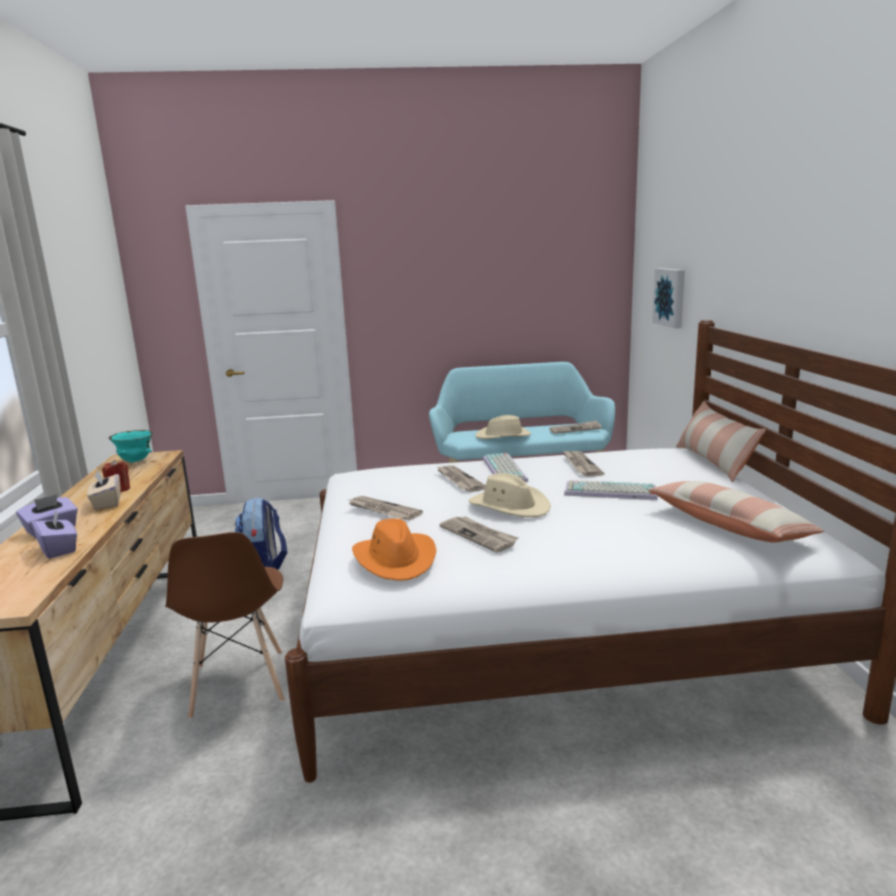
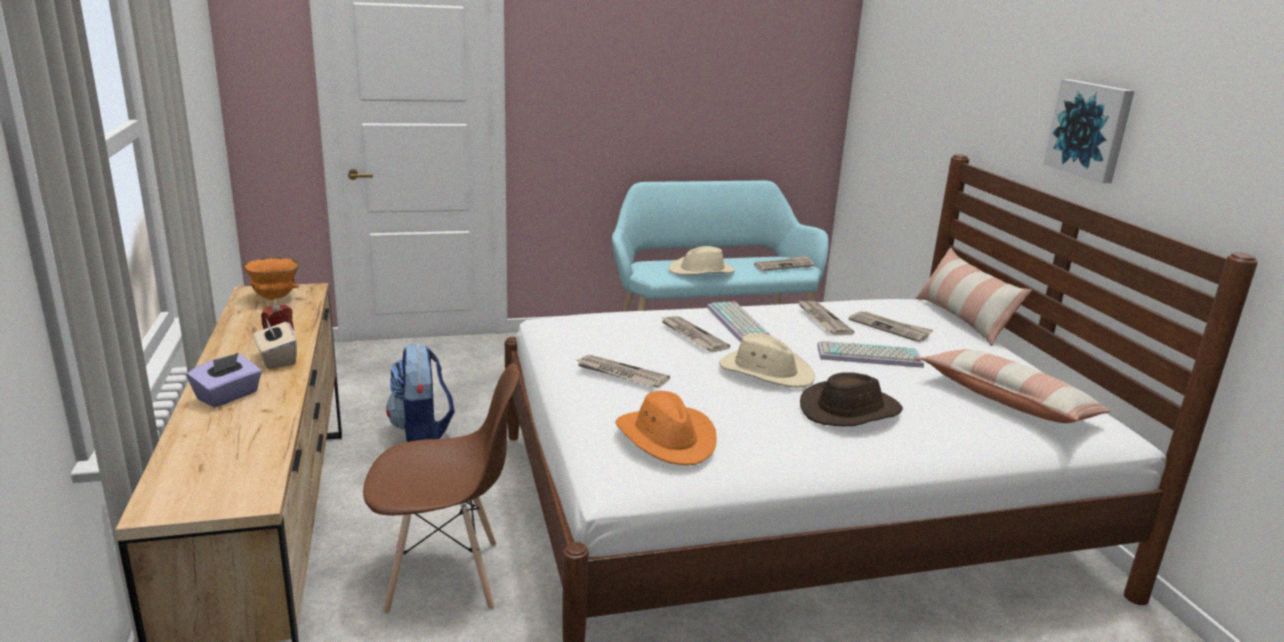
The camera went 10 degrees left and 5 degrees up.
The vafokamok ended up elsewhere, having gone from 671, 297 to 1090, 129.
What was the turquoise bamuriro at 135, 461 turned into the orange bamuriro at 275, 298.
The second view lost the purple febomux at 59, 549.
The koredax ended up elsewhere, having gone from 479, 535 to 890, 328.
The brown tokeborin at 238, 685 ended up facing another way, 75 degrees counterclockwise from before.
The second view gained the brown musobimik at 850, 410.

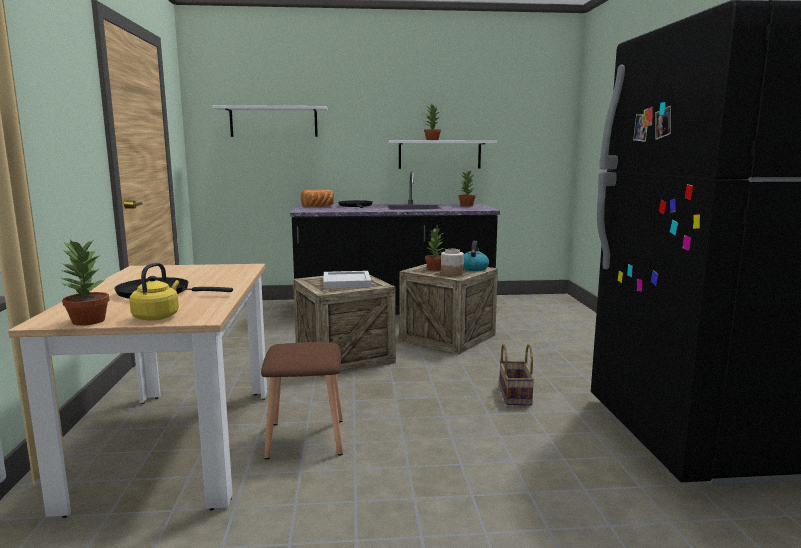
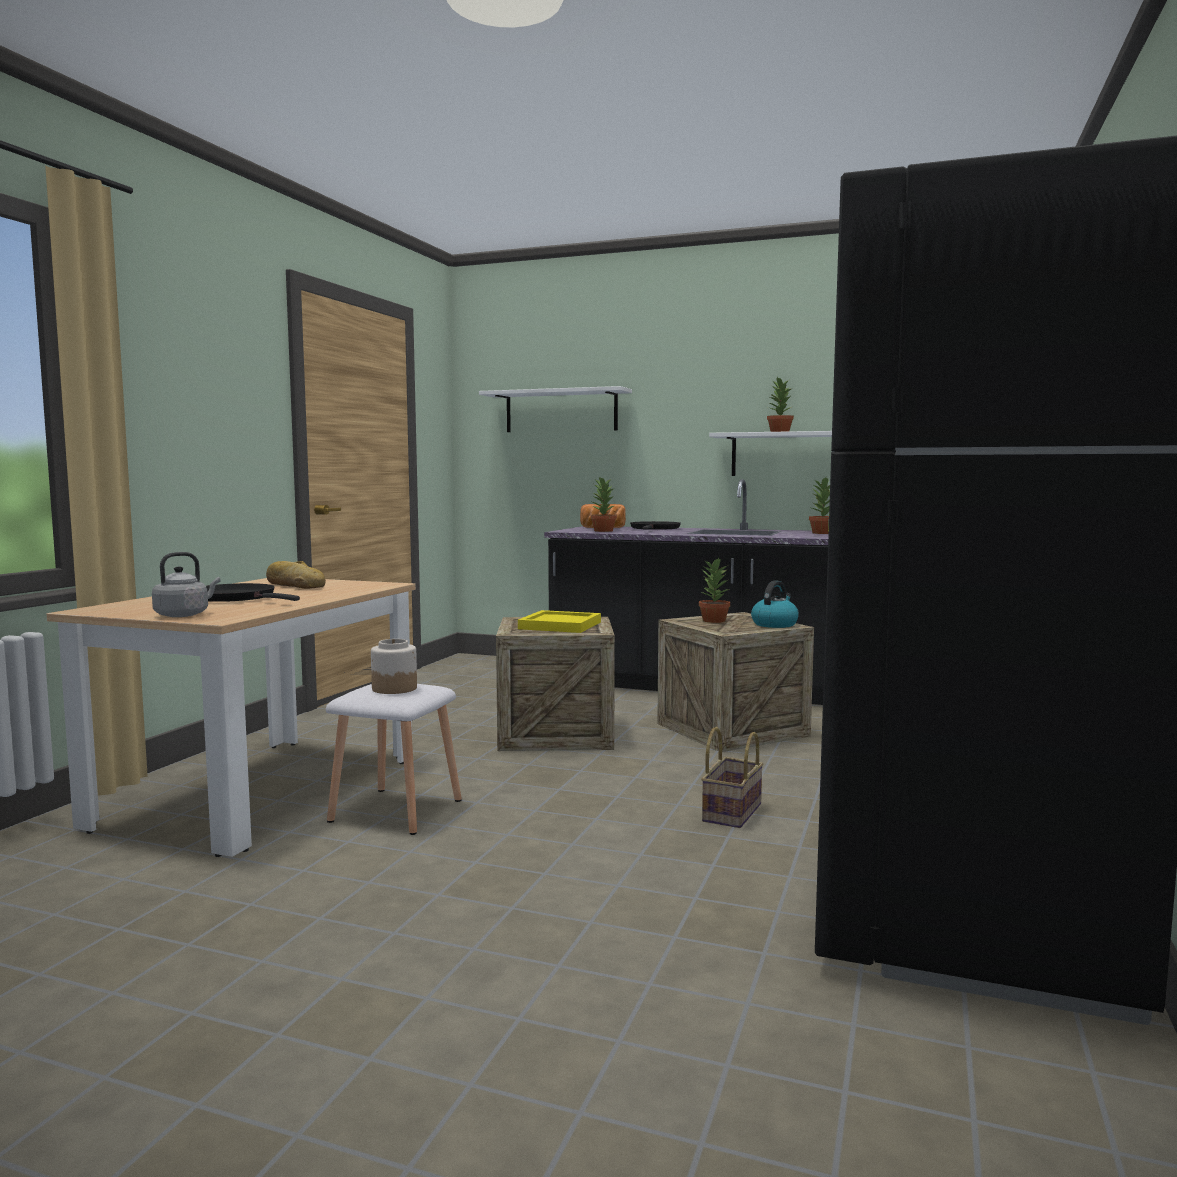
The camera went 25 degrees right and 5 degrees down.
The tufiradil ended up elsewhere, having gone from 87, 321 to 603, 531.
The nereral ended up elsewhere, having gone from 451, 274 to 394, 688.
What was the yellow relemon at 157, 316 turned into the grey relemon at 184, 615.
What was the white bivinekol at 347, 282 turned into the yellow bivinekol at 561, 625.
What was the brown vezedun at 306, 439 turned into the white vezedun at 396, 811.
The second view gained the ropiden at 295, 585.

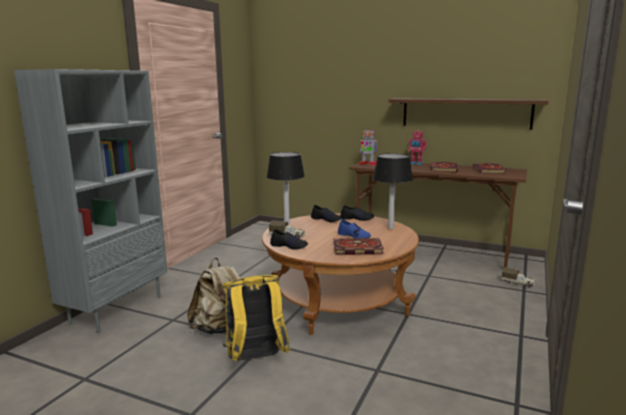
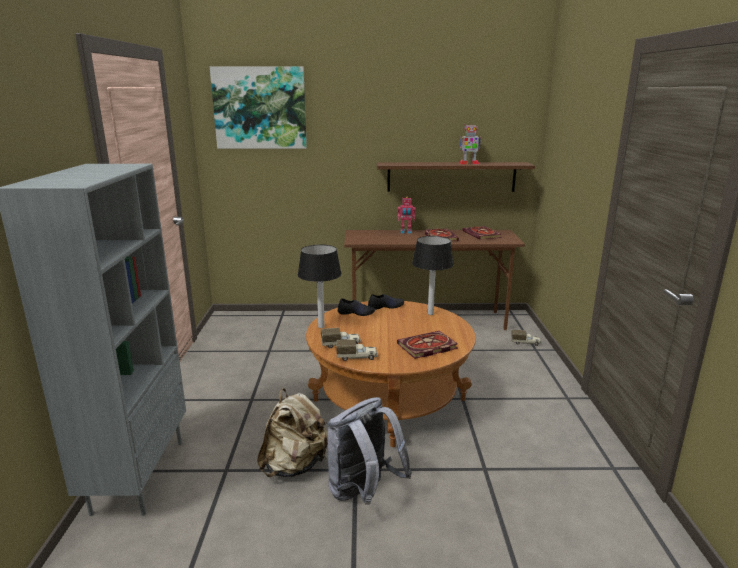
The camera went 25 degrees left and 5 degrees up.
The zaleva ended up elsewhere, having gone from 367, 164 to 468, 163.
The second view lost the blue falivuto at 354, 236.
Where the black falivuto stood at 289, 246, the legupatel came to stand at 357, 357.
What was the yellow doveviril at 256, 359 turned into the grey doveviril at 363, 493.
The second view gained the vafokamok at 260, 108.

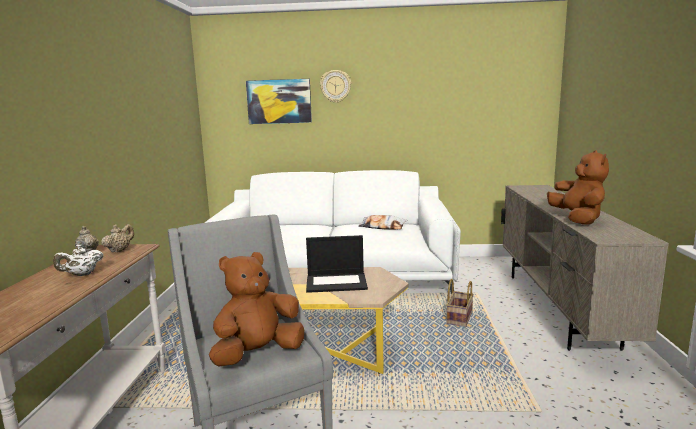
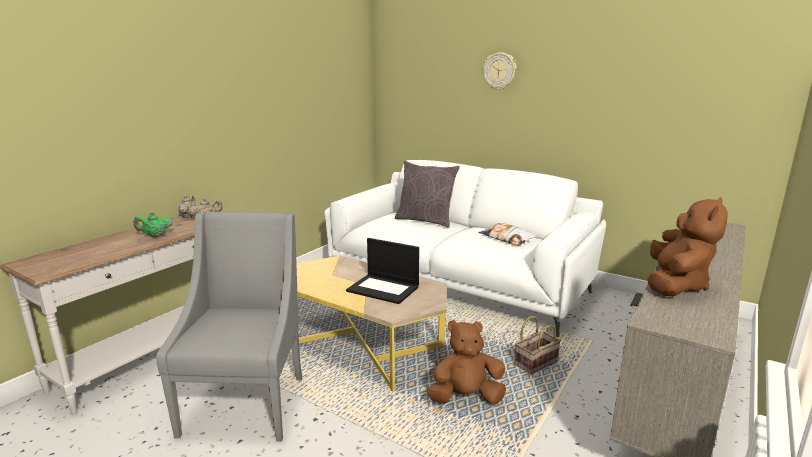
The camera went 30 degrees right and 5 degrees up.
The second view lost the vafokamok at 279, 101.
What was the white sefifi at 82, 275 turned into the green sefifi at 155, 236.
The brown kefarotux ended up elsewhere, having gone from 258, 354 to 466, 398.
The second view gained the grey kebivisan at 425, 220.

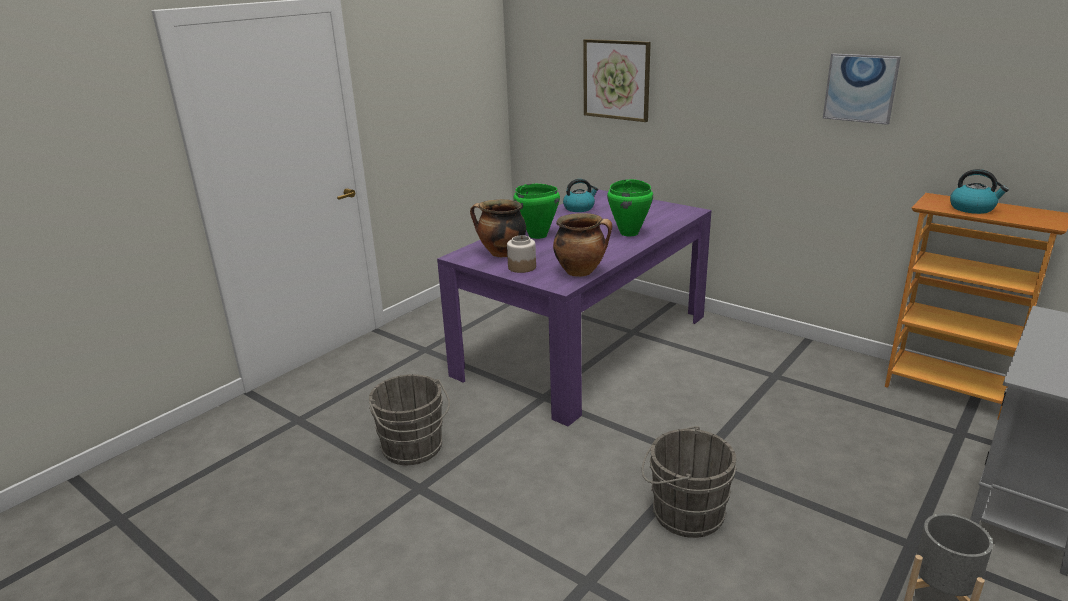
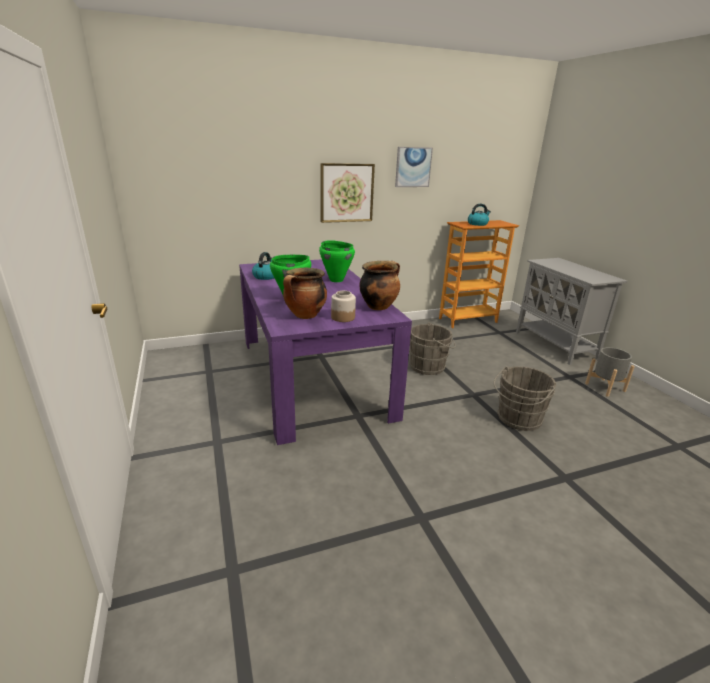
The camera went 60 degrees left and 0 degrees up.
The vafokamok ended up elsewhere, having gone from 616, 79 to 346, 193.
The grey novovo ended up elsewhere, having gone from 413, 449 to 429, 366.

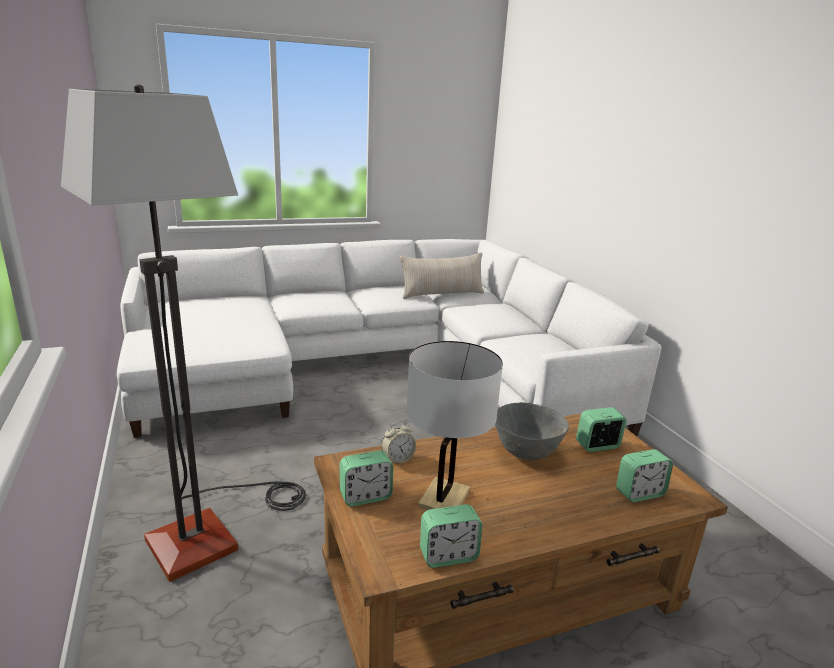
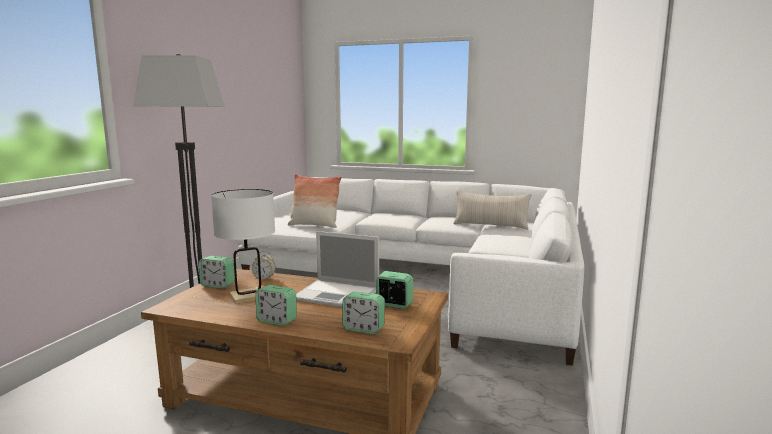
The camera went 40 degrees right and 10 degrees down.
Where the grey bamuriro stood at 526, 453, the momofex came to stand at 338, 294.
The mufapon ended up elsewhere, having gone from 448, 555 to 277, 321.
The second view gained the kebivisan at 314, 225.

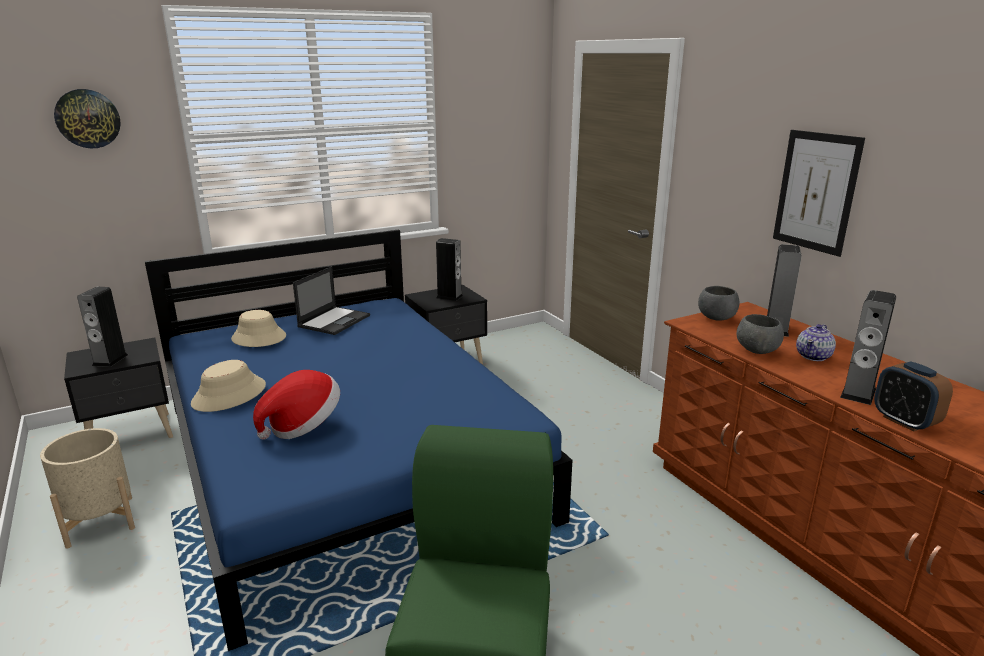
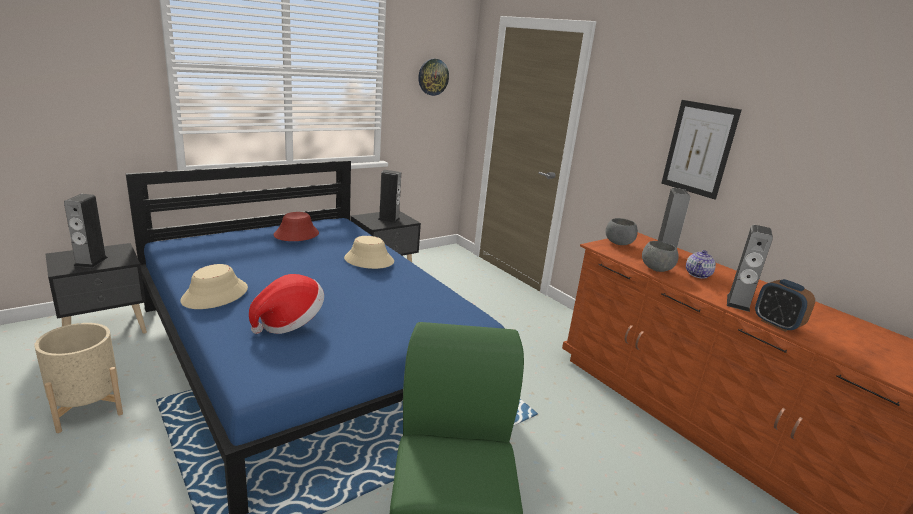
The camera went 10 degrees left and 0 degrees up.
The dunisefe ended up elsewhere, having gone from 88, 118 to 433, 77.
Where the momofex stood at 334, 321, the red musobimik came to stand at 296, 234.
The beige musobimik ended up elsewhere, having gone from 258, 338 to 369, 260.

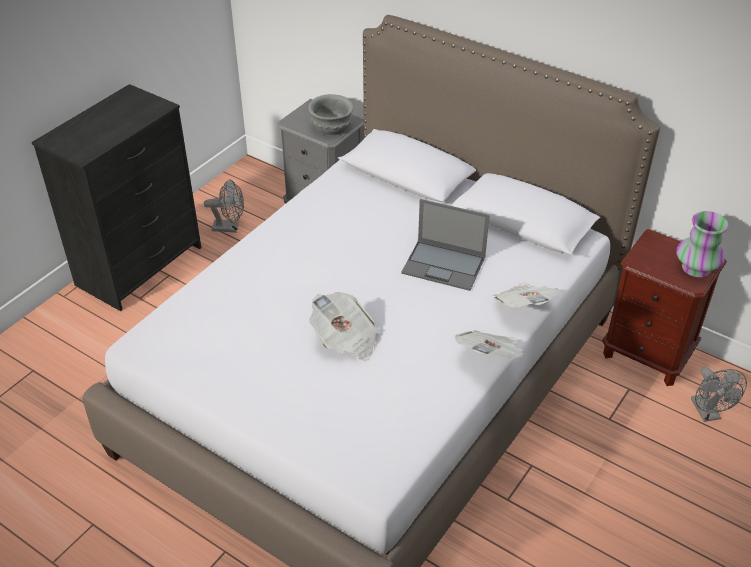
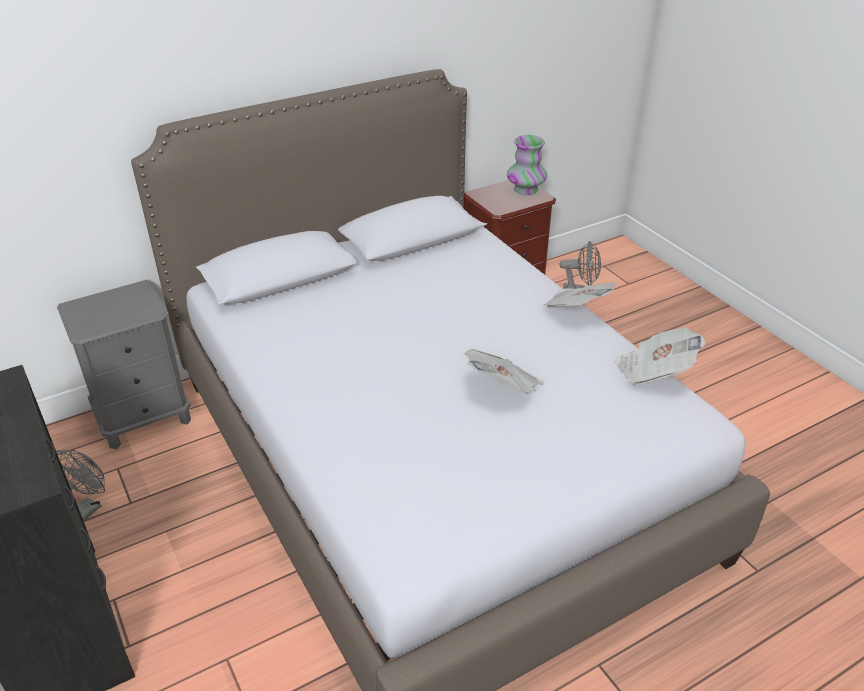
The camera went 65 degrees left and 5 degrees down.
The second view lost the grey bamuriro at 332, 127.
The second view lost the momofex at 444, 265.
The koredax ended up elsewhere, having gone from 524, 307 to 654, 372.

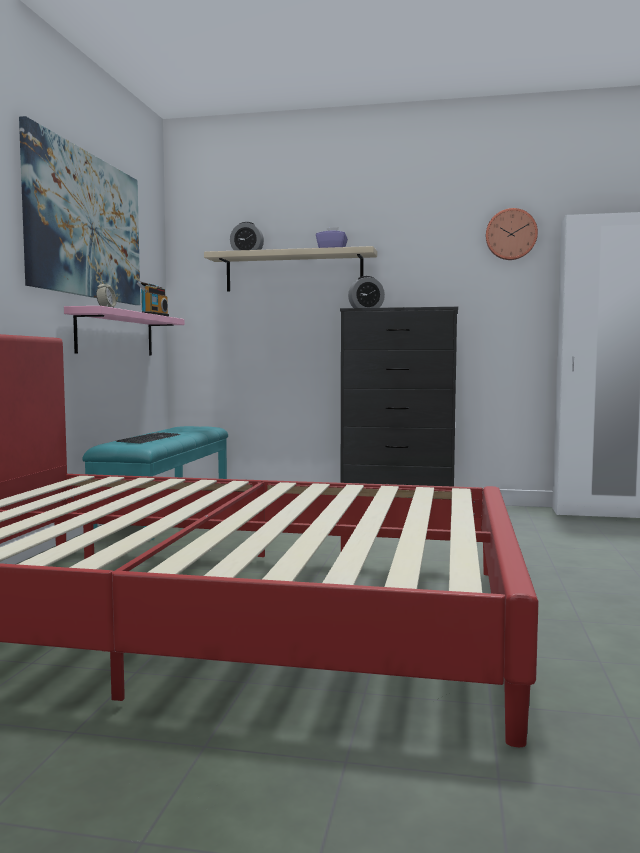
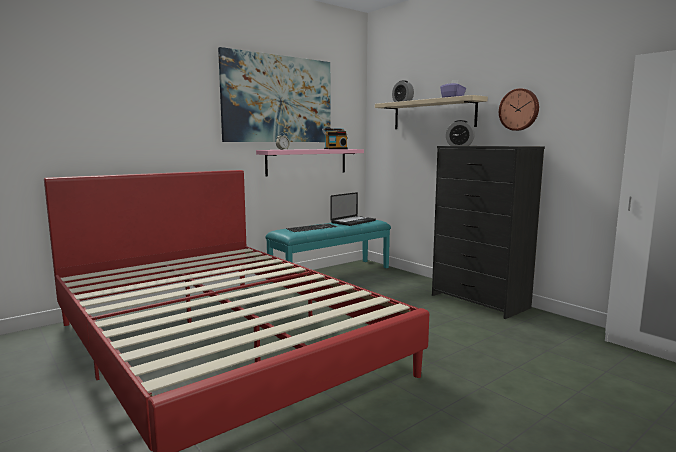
The camera went 40 degrees right and 5 degrees up.
The dunisefe ended up elsewhere, having gone from 511, 234 to 519, 109.
The second view gained the momofex at 353, 222.

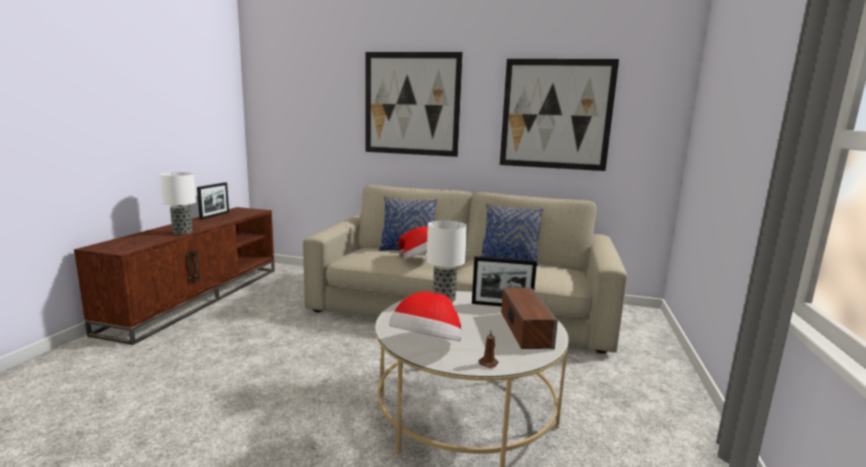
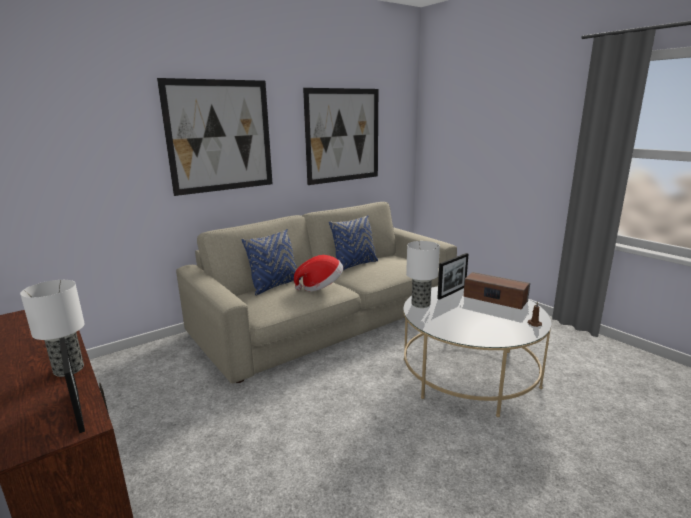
The camera went 50 degrees left and 5 degrees up.
The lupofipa ended up elsewhere, having gone from 214, 215 to 78, 410.
The second view lost the musobimik at 426, 347.

